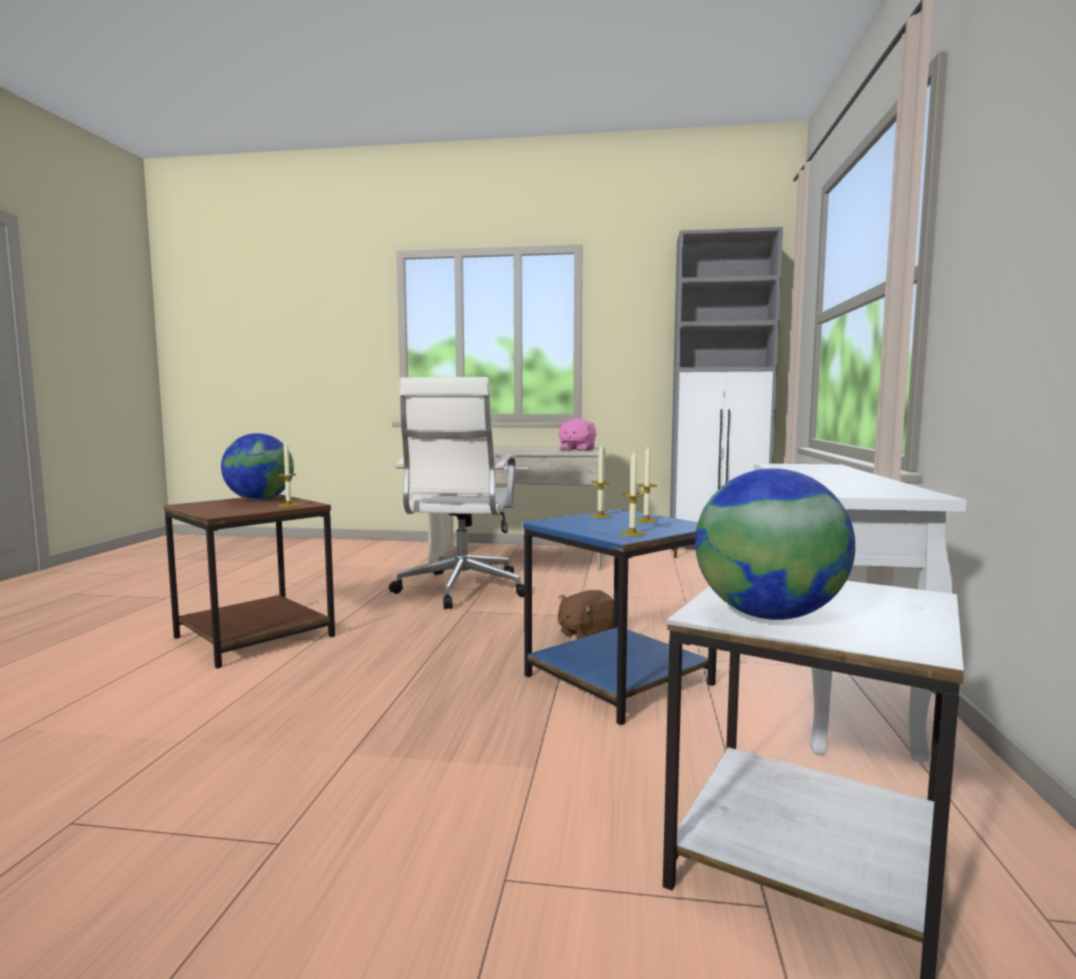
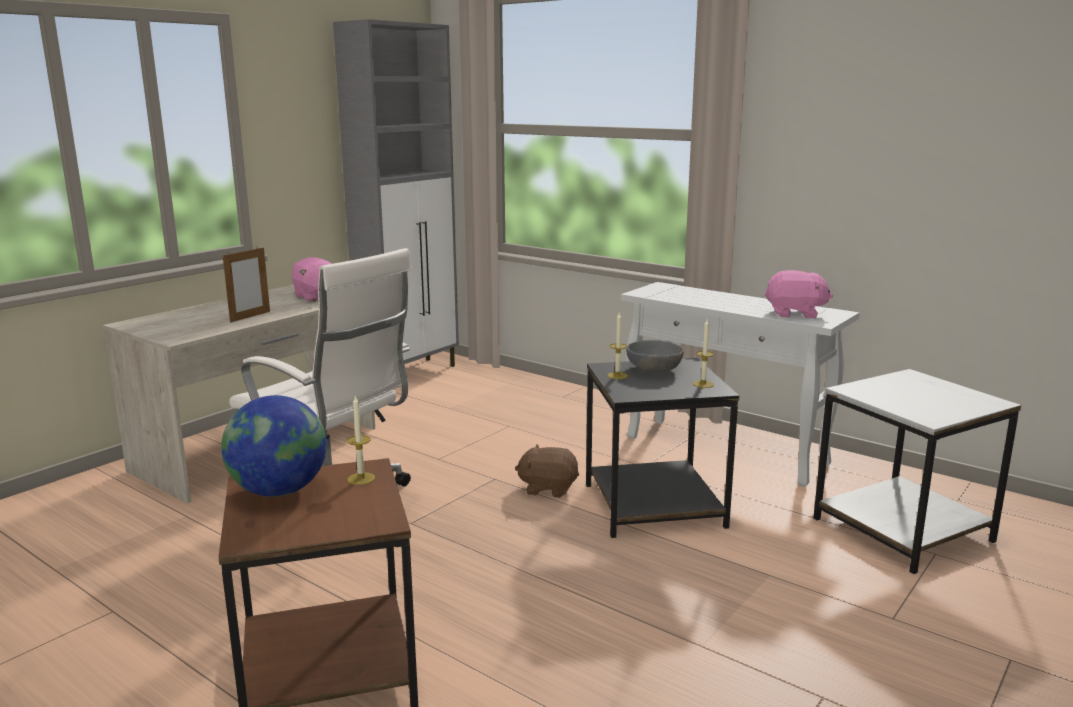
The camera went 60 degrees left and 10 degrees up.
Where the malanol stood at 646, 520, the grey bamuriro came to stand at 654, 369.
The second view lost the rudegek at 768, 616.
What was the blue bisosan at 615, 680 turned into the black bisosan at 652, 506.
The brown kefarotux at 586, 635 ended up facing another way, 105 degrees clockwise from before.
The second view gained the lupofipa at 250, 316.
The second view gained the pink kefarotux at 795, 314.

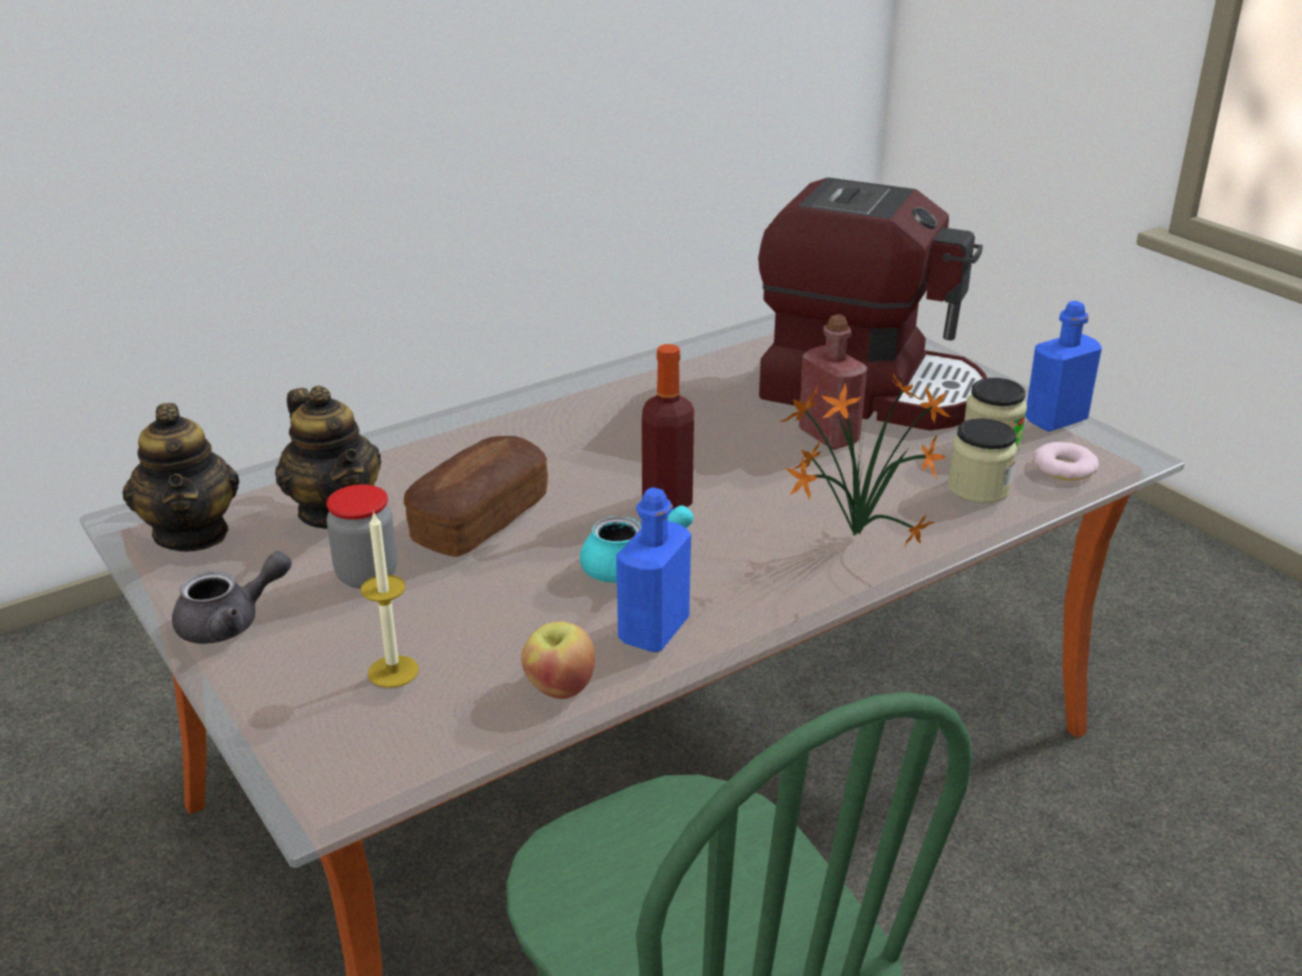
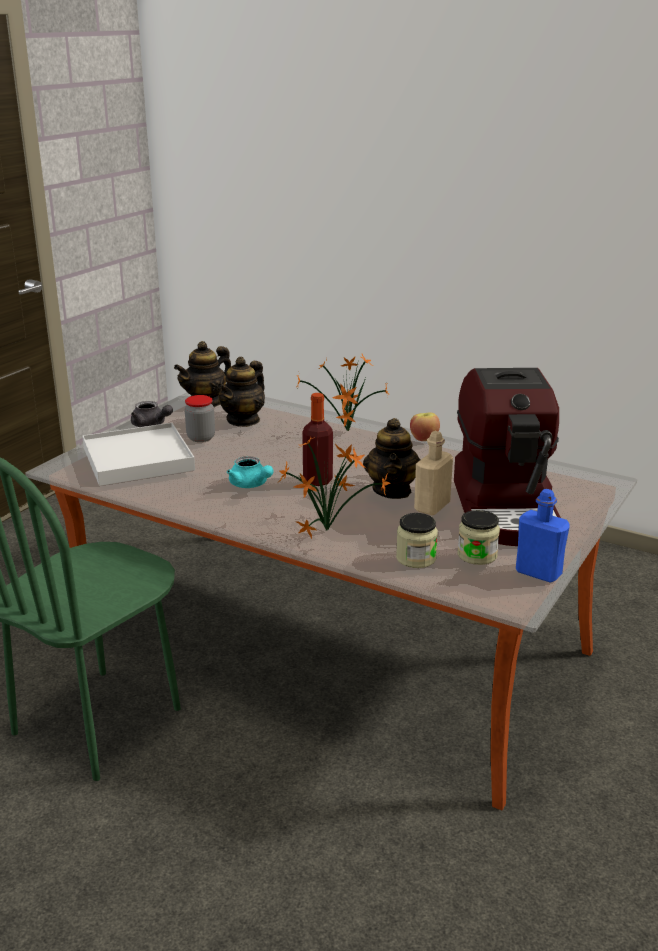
The camera went 65 degrees right and 5 degrees down.
What was the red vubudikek at 829, 436 turned into the beige vubudikek at 432, 507.
The second view lost the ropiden at 480, 520.
The second view lost the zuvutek at 1064, 468.
The second view lost the blue vubudikek at 654, 630.
Where the malanol stood at 393, 671, the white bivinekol came to stand at 138, 459.
The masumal ended up elsewhere, having gone from 559, 687 to 424, 438.
The second view gained the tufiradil at 346, 432.
The second view gained the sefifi at 392, 490.

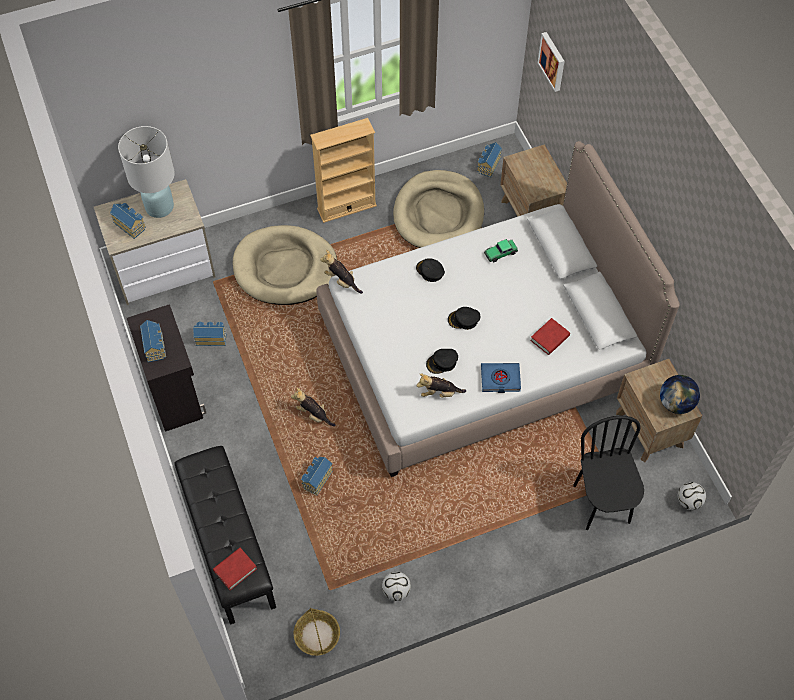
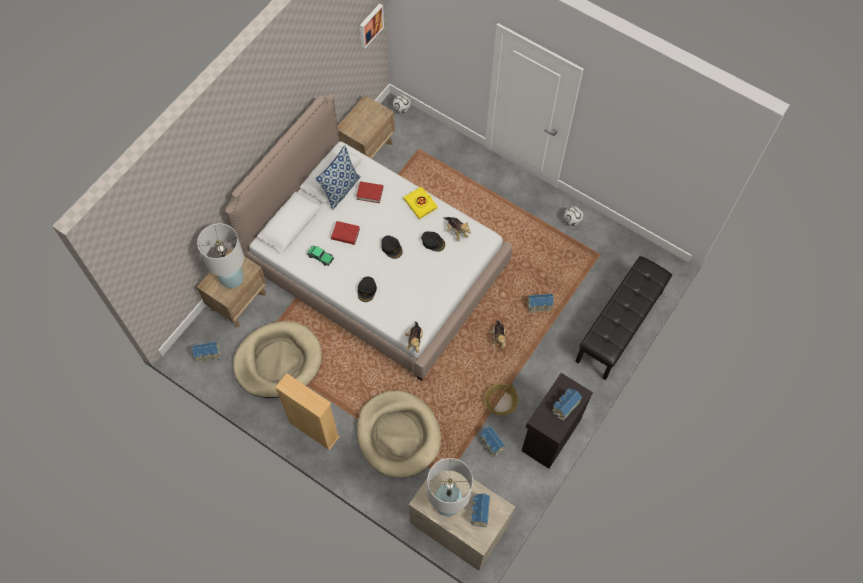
The camera went 125 degrees left and 5 degrees up.
The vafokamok ended up elsewhere, having gone from 553, 61 to 370, 25.
What was the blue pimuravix at 500, 379 turned into the yellow pimuravix at 420, 204.
The second view lost the rudegek at 676, 403.
The second view lost the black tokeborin at 602, 504.
The red pimuravix ended up elsewhere, having gone from 235, 570 to 345, 234.
The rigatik ended up elsewhere, having gone from 317, 635 to 501, 401.
The second view gained the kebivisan at 340, 189.
The second view gained the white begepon at 231, 278.

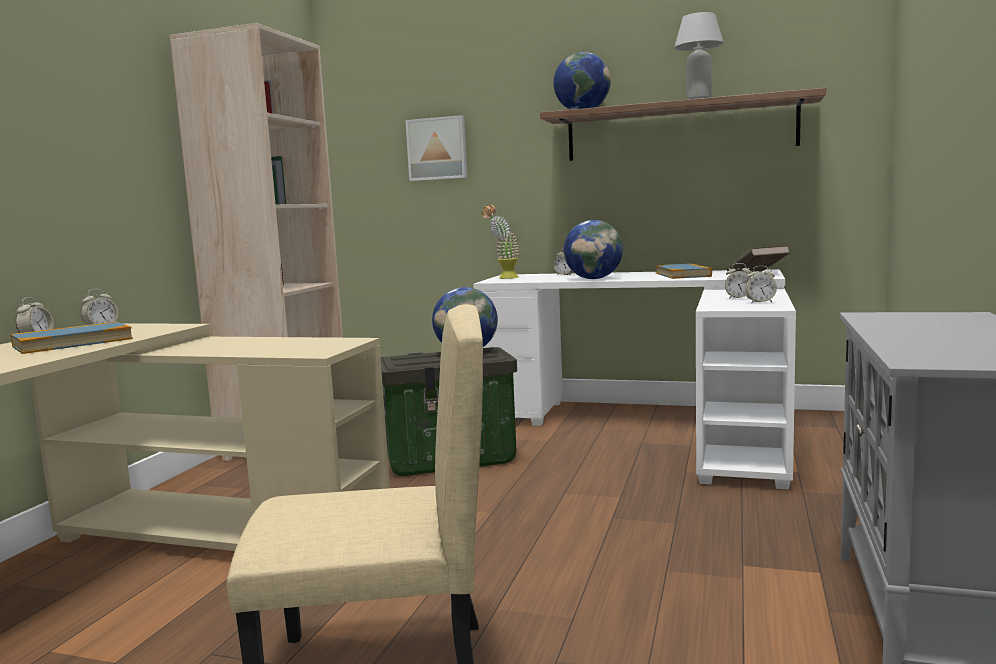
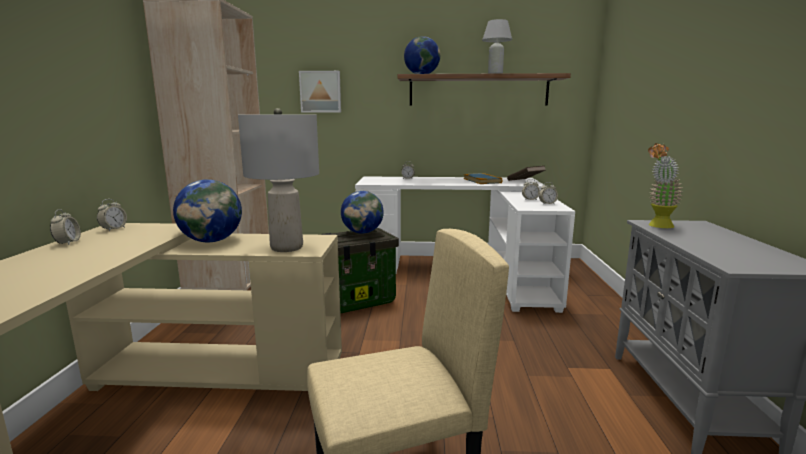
The camera went 15 degrees left and 5 degrees up.
The tufiradil ended up elsewhere, having gone from 503, 278 to 657, 226.
The rudegek ended up elsewhere, having gone from 594, 279 to 212, 241.
The second view lost the pimuravix at 73, 342.
The second view gained the grey begepon at 286, 247.

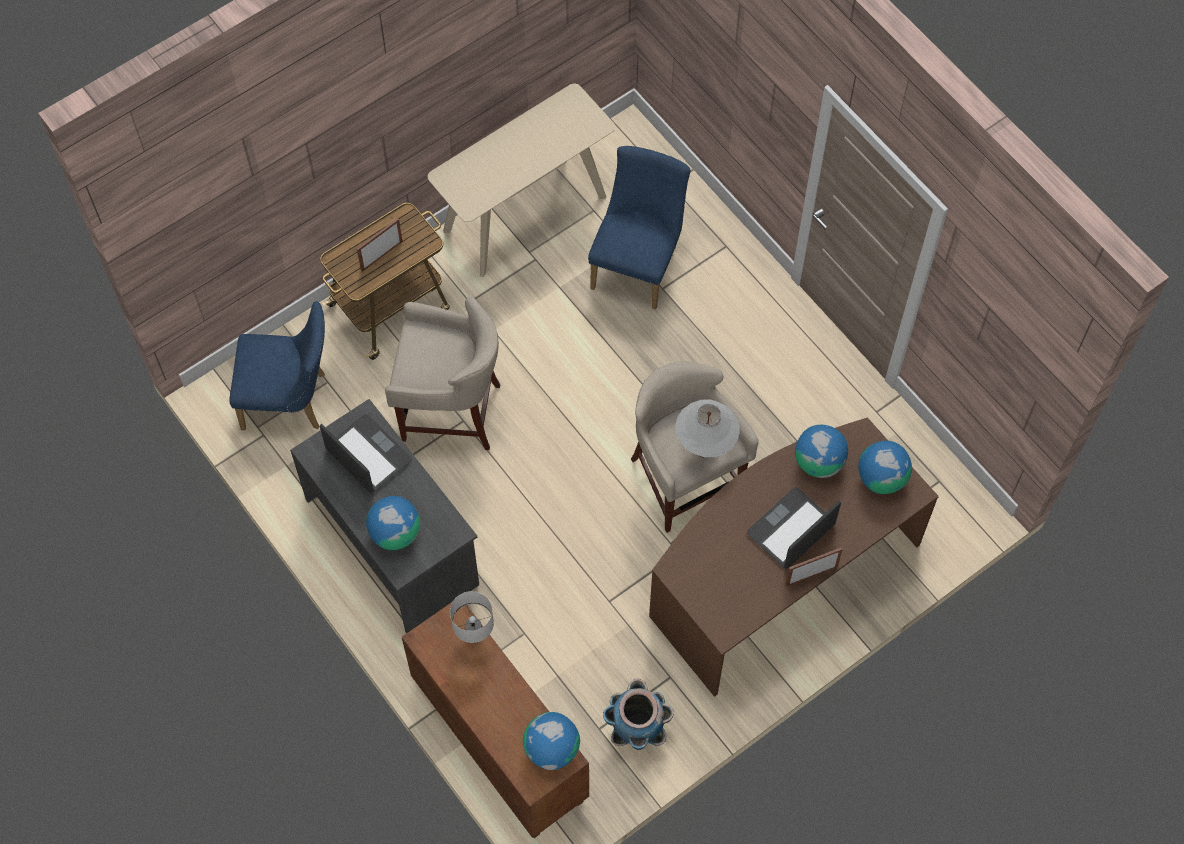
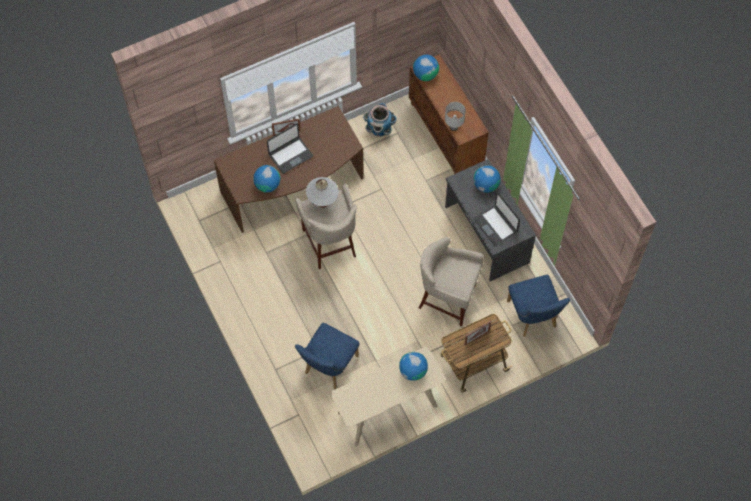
The camera went 170 degrees left and 0 degrees up.
The blue tokeborin at 291, 401 ended up facing another way, 120 degrees counterclockwise from before.
The rudegek ended up elsewhere, having gone from 881, 478 to 413, 371.

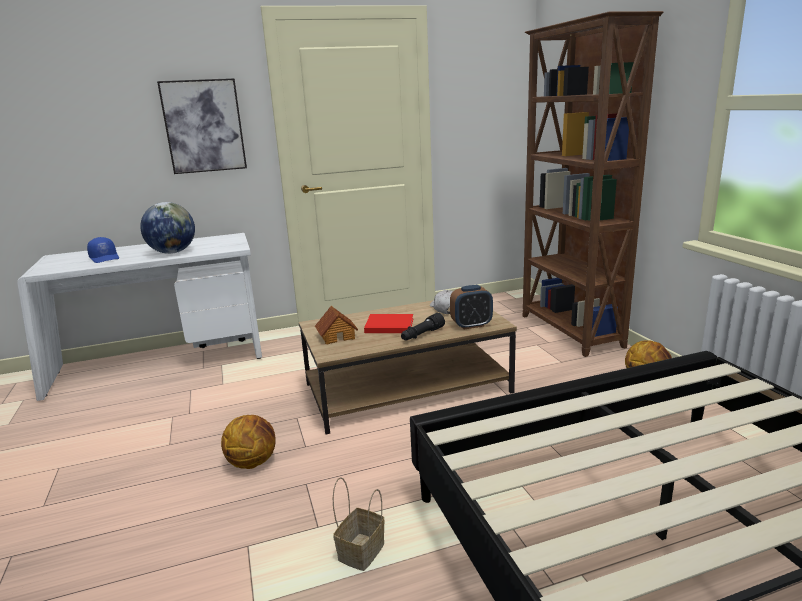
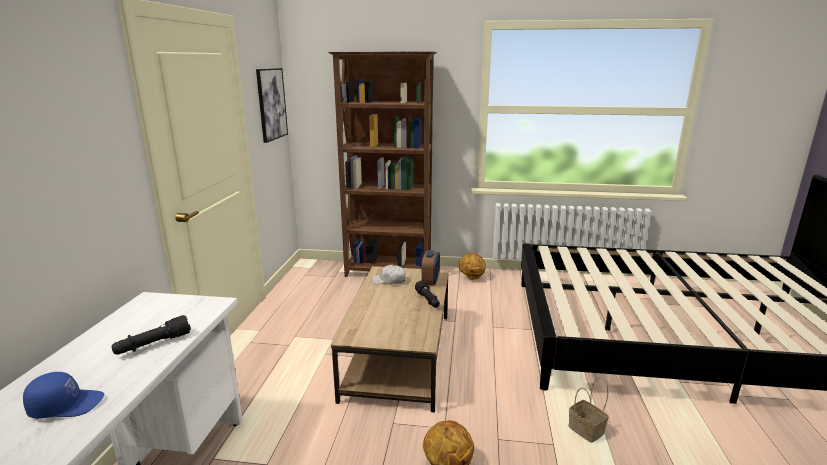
The camera went 65 degrees left and 0 degrees up.
The vafokamok ended up elsewhere, having gone from 204, 126 to 271, 104.
Where the rudegek stood at 172, 252, the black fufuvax came to stand at 153, 344.
The second view lost the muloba at 337, 336.
The second view lost the red pimuravix at 387, 325.

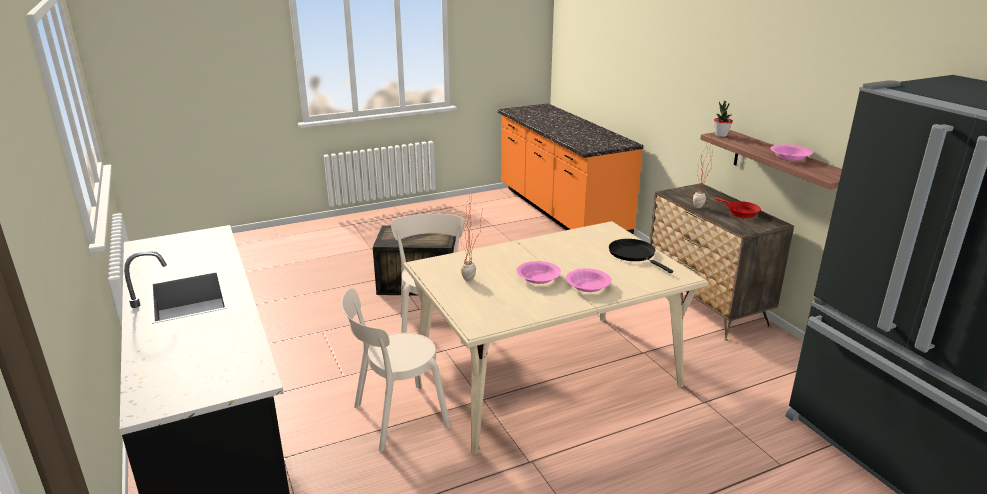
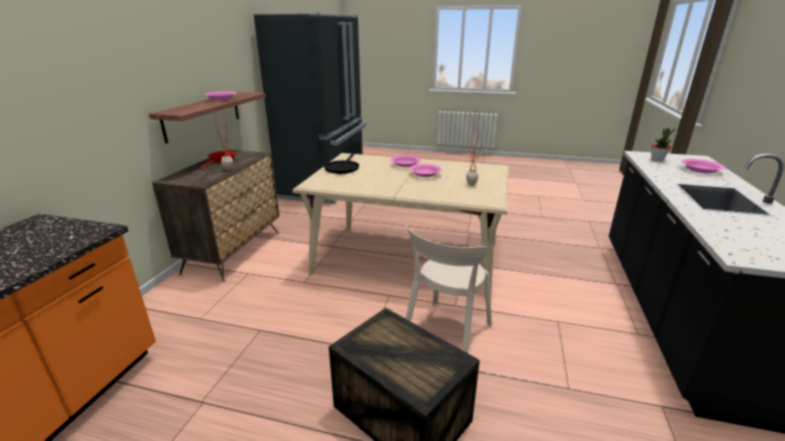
The camera went 140 degrees left and 0 degrees up.
The tufiradil ended up elsewhere, having gone from 721, 135 to 657, 160.
The second view lost the beige tokeborin at 396, 418.
The second view gained the pink bamuriro at 700, 170.

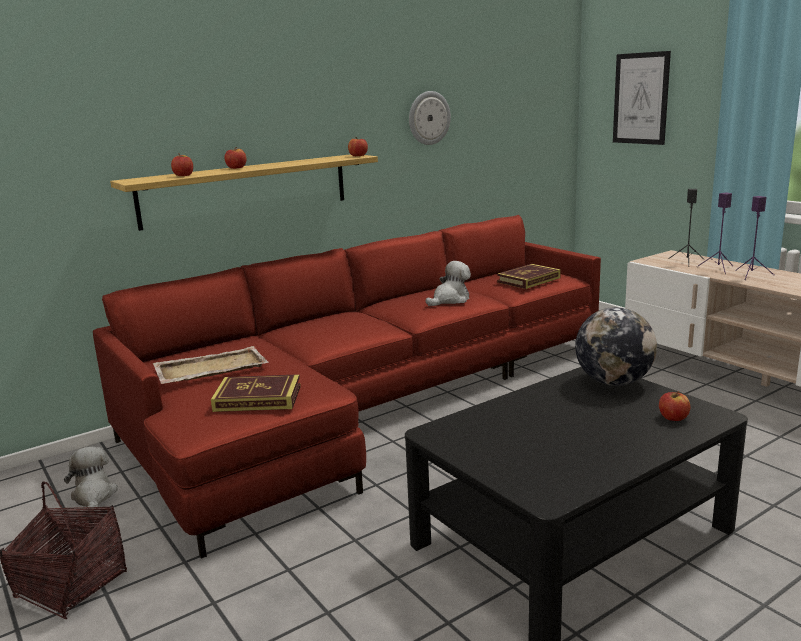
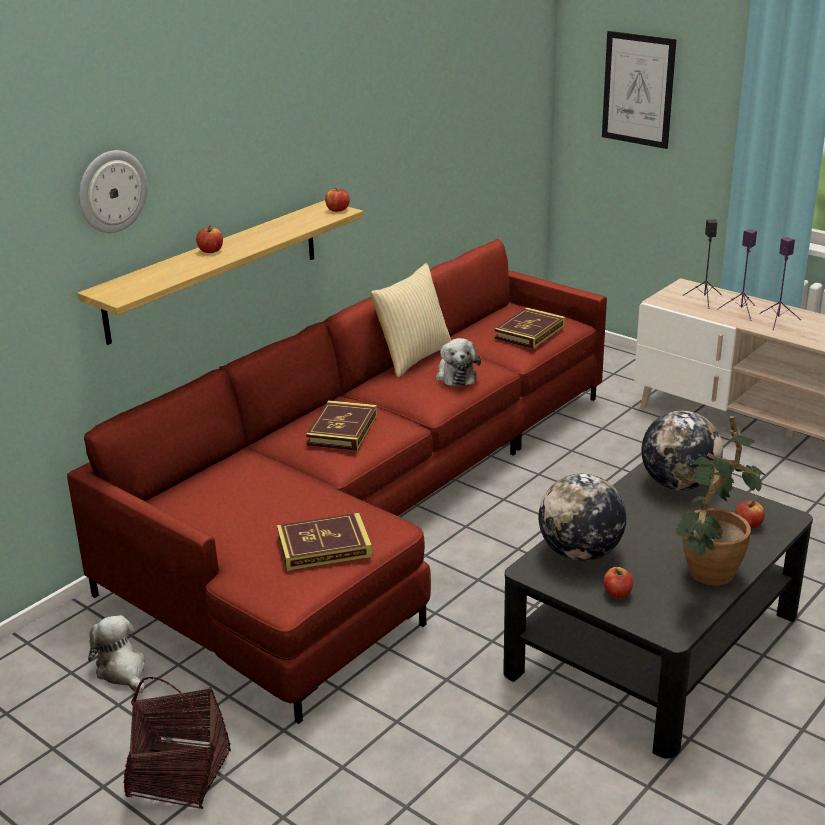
The camera went 15 degrees left and 10 degrees up.
The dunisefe ended up elsewhere, having gone from 428, 118 to 111, 191.
The masumal ended up elsewhere, having gone from 183, 175 to 617, 593.
The kefarotux at 450, 300 ended up facing another way, 135 degrees clockwise from before.
The second view lost the beige bivinekol at 209, 369.
The second view gained the kebivisan at 412, 357.
The second view gained the pimuravix at 342, 430.
The second view gained the tufiradil at 705, 578.
The second view gained the rudegek at 580, 553.

